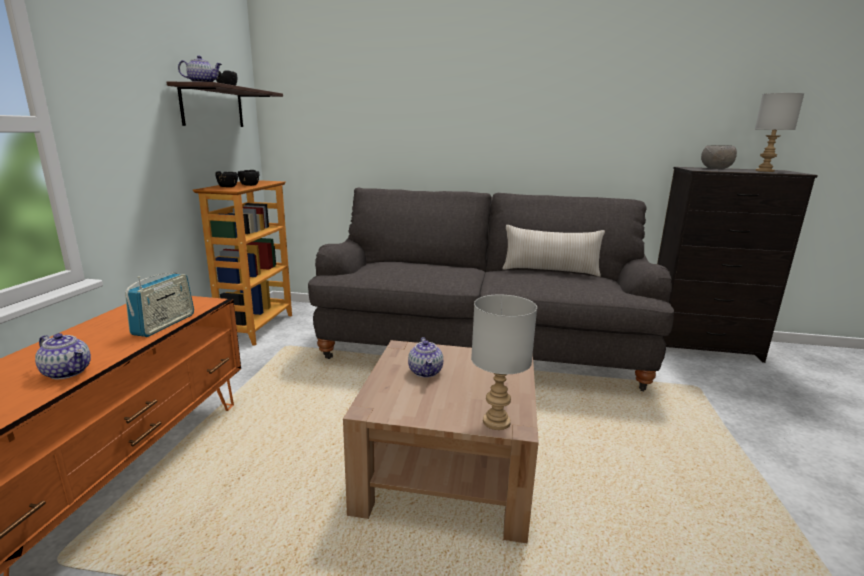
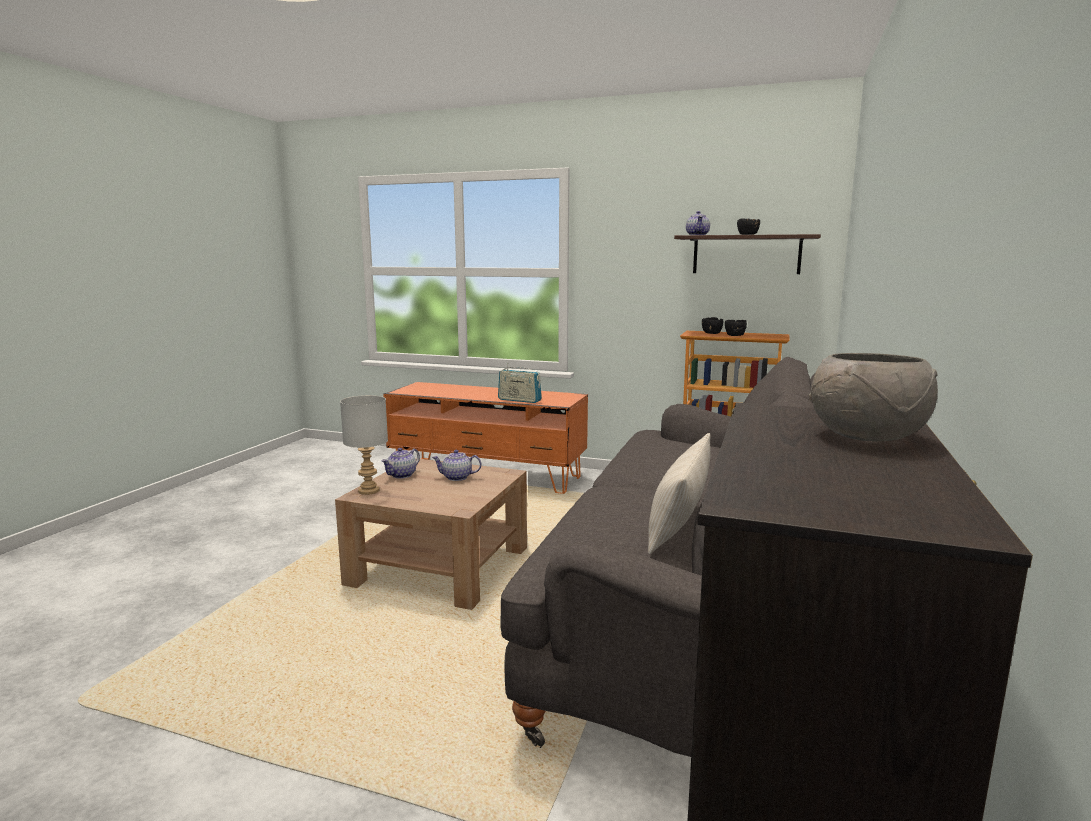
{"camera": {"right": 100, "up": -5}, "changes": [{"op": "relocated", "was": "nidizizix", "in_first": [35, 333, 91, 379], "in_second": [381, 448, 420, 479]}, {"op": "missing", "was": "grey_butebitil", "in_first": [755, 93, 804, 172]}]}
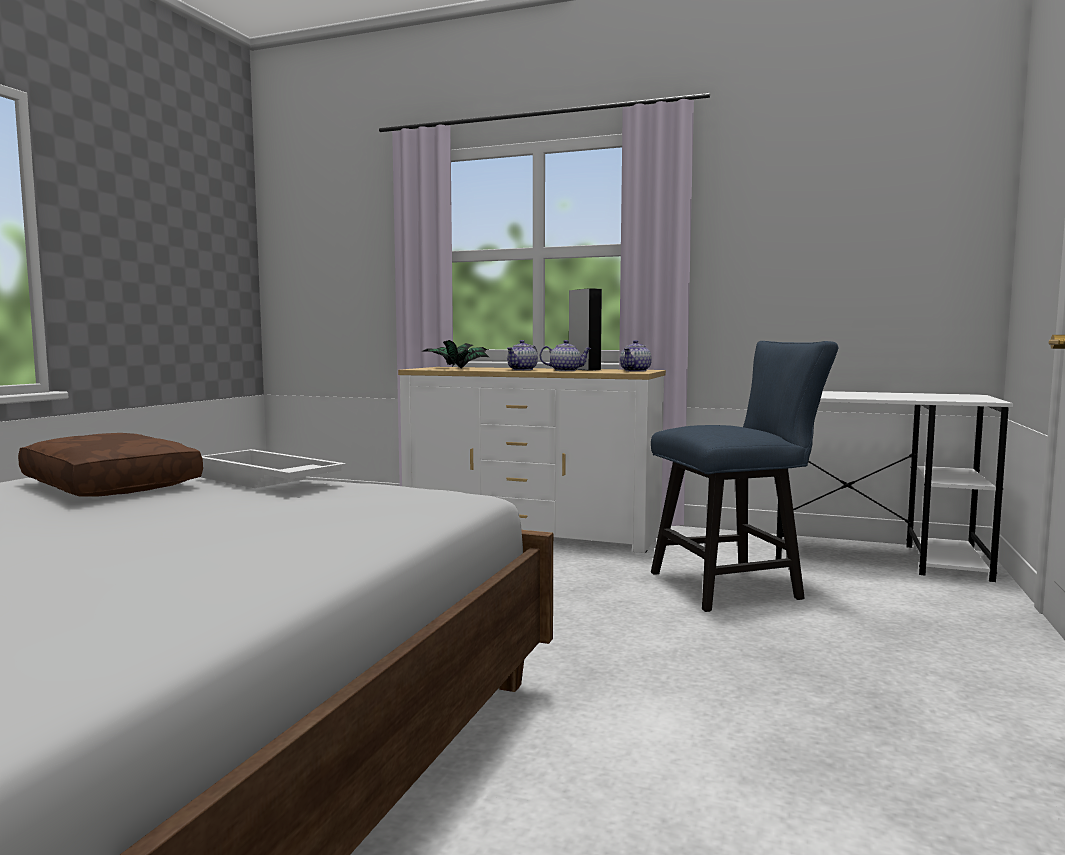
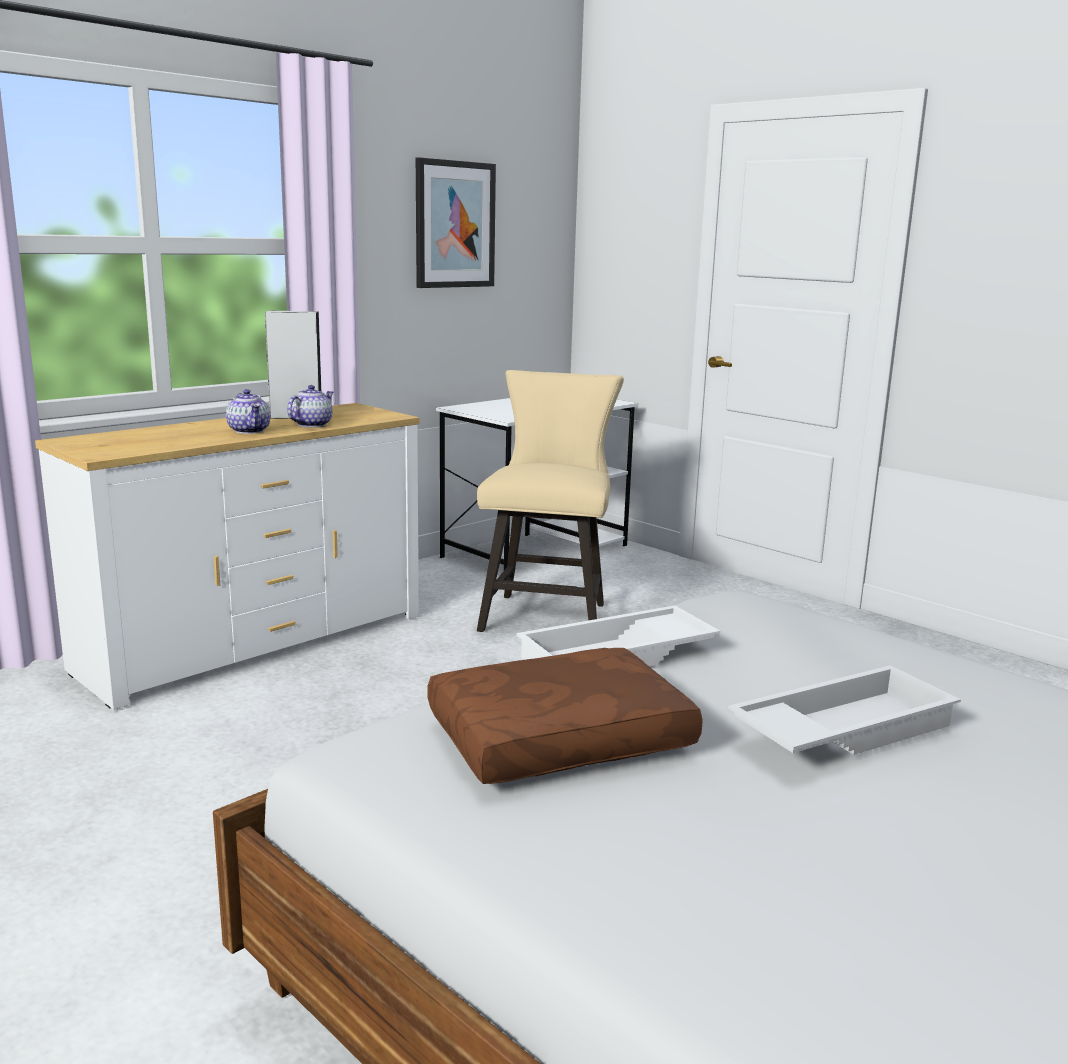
{"camera": {"right": -65, "up": 10}, "changes": [{"op": "missing", "was": "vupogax", "in_first": [422, 340, 489, 369]}, {"op": "missing", "was": "nidizizix", "in_first": [620, 340, 652, 372]}, {"op": "colour", "was": "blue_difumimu", "now": "beige_difumimu", "in_first": [651, 341, 838, 612], "in_second": [477, 370, 624, 632]}, {"op": "appeared", "now": "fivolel", "in_second": [416, 157, 496, 288]}, {"op": "appeared", "now": "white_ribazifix", "in_second": [728, 665, 961, 755]}]}
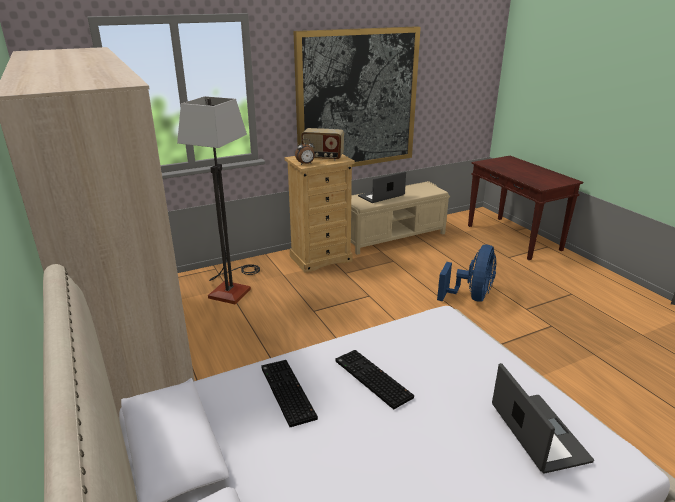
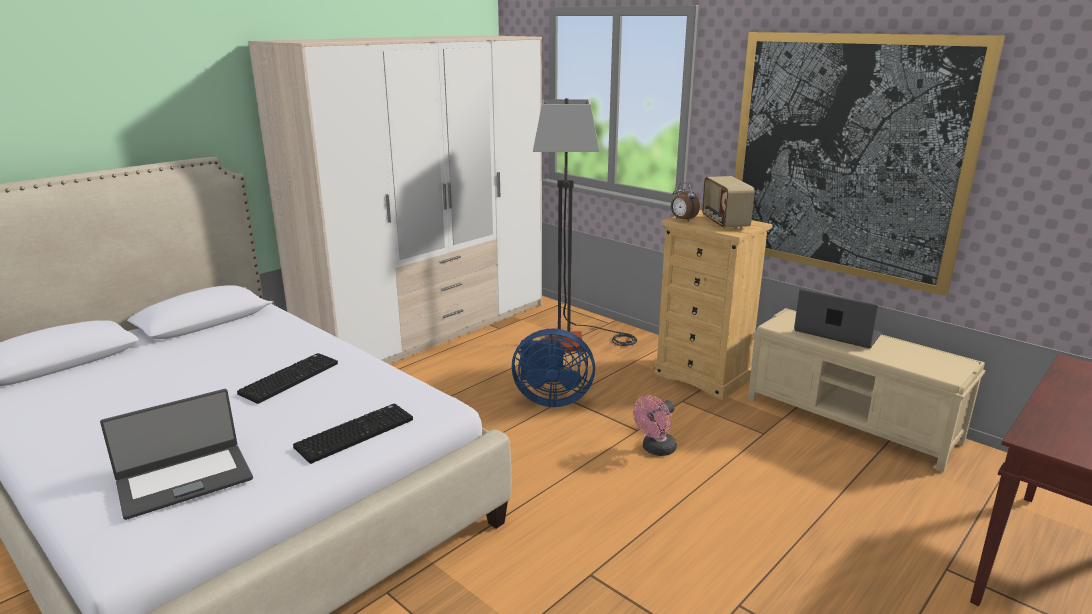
{"camera": {"right": 70, "up": -5}, "changes": [{"op": "relocated", "was": "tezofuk", "in_first": [261, 360, 318, 427], "in_second": [293, 403, 413, 464]}, {"op": "relocated", "was": "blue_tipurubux", "in_first": [437, 244, 496, 302], "in_second": [512, 328, 595, 407]}, {"op": "appeared", "now": "pink_tipurubux", "in_second": [633, 395, 677, 456]}]}
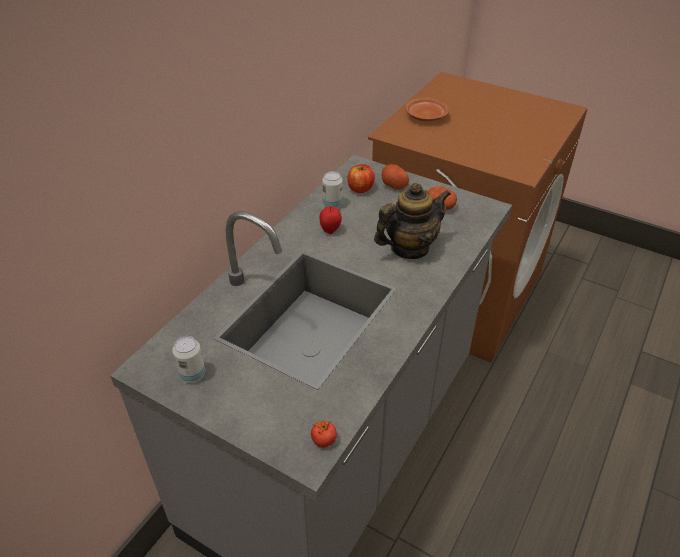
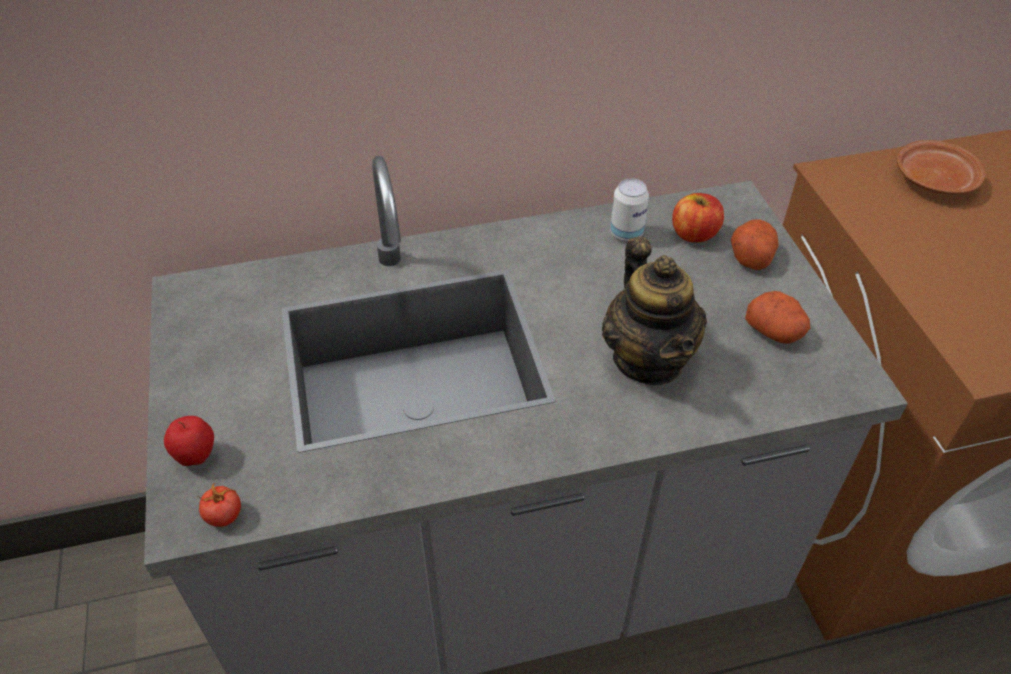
{"camera": {"right": 45, "up": 5}, "changes": [{"op": "missing", "was": "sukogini", "in_first": [172, 336, 205, 382]}, {"op": "relocated", "was": "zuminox", "in_first": [320, 206, 342, 234], "in_second": [164, 416, 214, 466]}, {"op": "spun", "was": "nidizizix", "in_first": [374, 183, 451, 259], "in_second": [602, 237, 707, 385], "clockwise": 60}]}
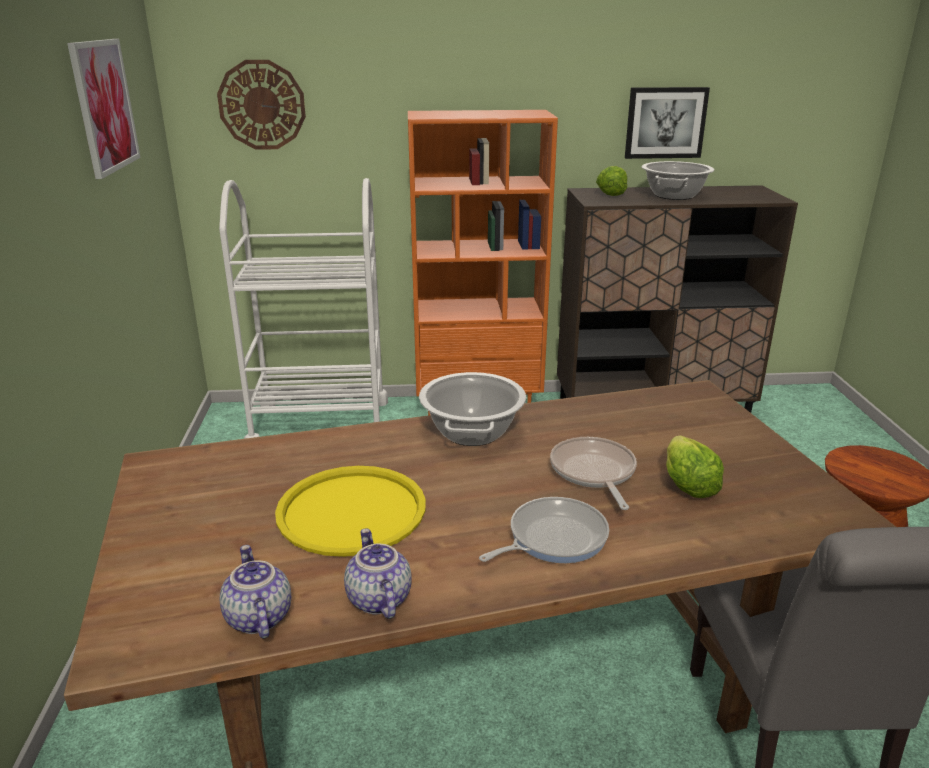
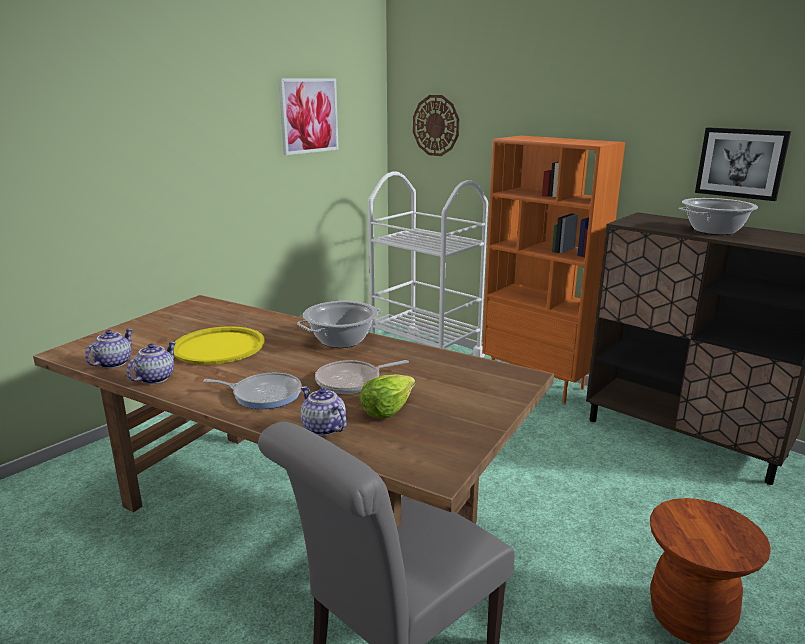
{"camera": {"right": 45, "up": -5}, "changes": [{"op": "spun", "was": "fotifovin", "in_first": [550, 437, 637, 510], "in_second": [315, 360, 409, 394], "clockwise": -150}, {"op": "missing", "was": "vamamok", "in_first": [596, 166, 627, 196]}, {"op": "appeared", "now": "nidizizix", "in_second": [301, 386, 347, 436]}]}
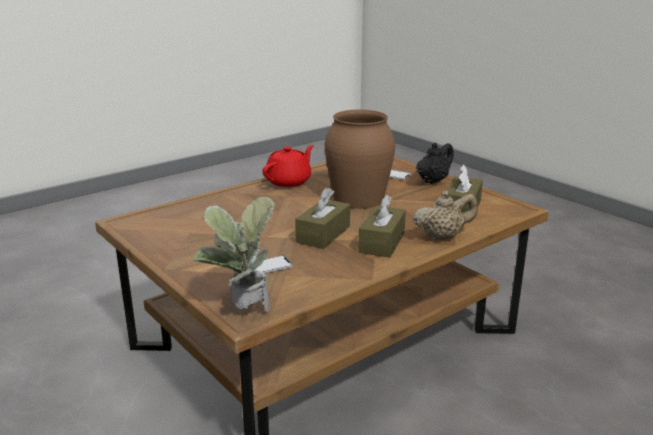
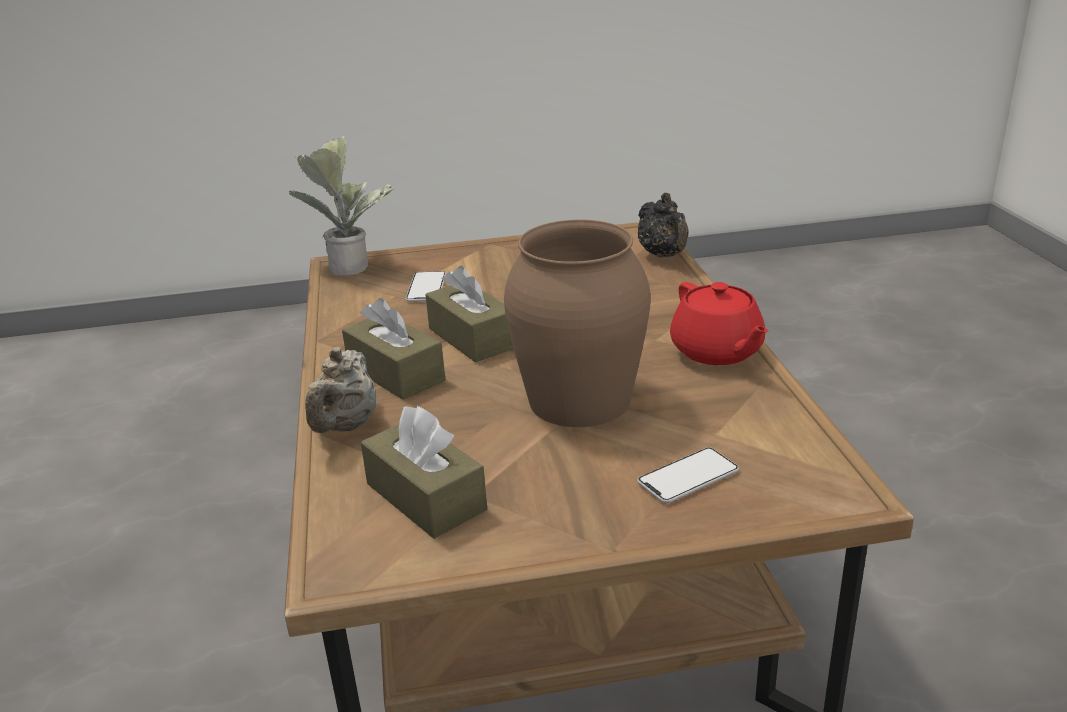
{"camera": {"right": 120, "up": 5}, "changes": [{"op": "relocated", "was": "black_nidizizix", "in_first": [416, 143, 454, 184], "in_second": [638, 193, 689, 257]}]}
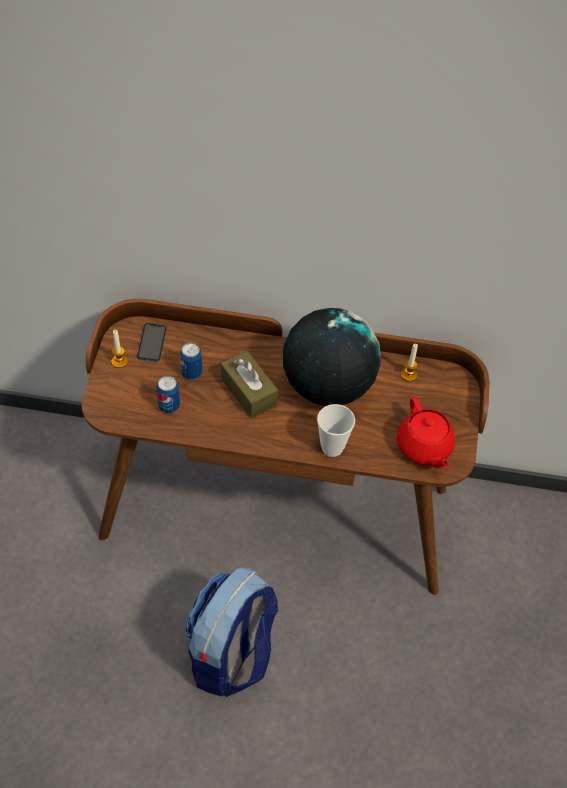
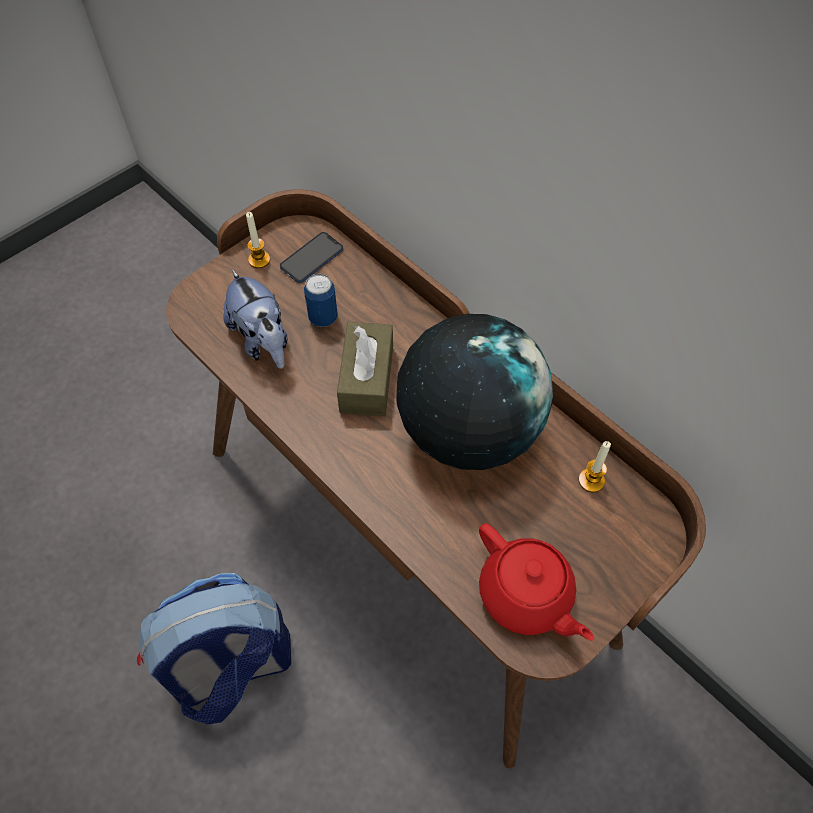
{"camera": {"right": 40, "up": 5}, "changes": [{"op": "exchanged", "was": "sukogini", "now": "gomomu", "in_first": [156, 376, 180, 413], "in_second": [223, 269, 288, 369]}, {"op": "missing", "was": "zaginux", "in_first": [317, 404, 355, 457]}, {"op": "spun", "was": "red_nidizizix", "in_first": [397, 396, 455, 468], "in_second": [479, 523, 594, 641], "clockwise": -60}]}
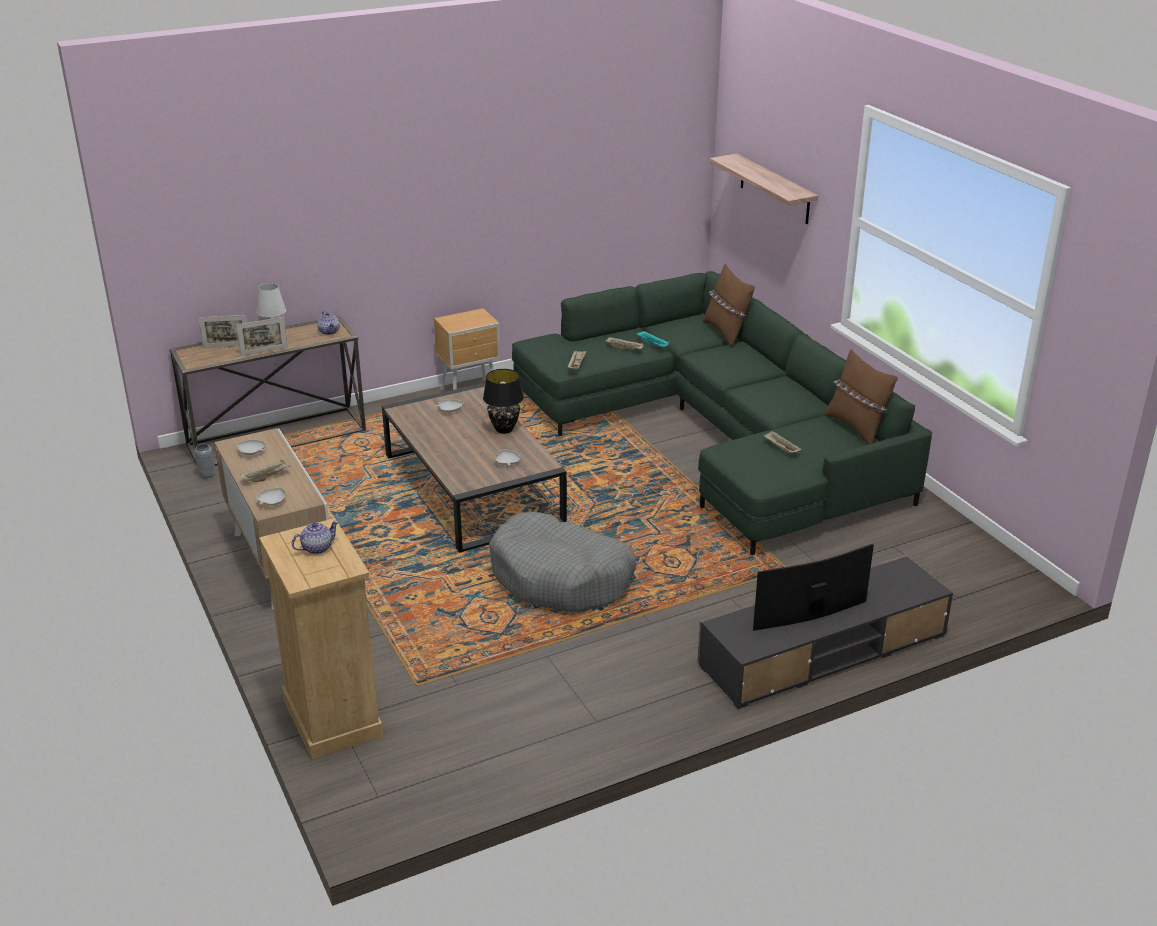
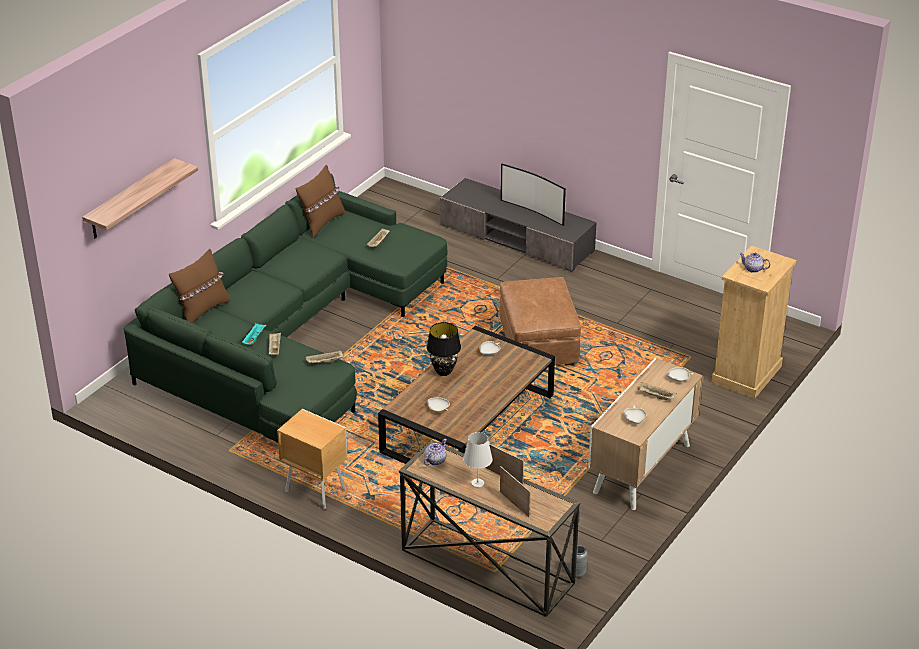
{"camera": {"right": -120, "up": 5}, "changes": [{"op": "exchanged", "was": "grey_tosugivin", "now": "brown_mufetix", "in_first": [489, 512, 636, 612], "in_second": [500, 277, 581, 365]}]}
